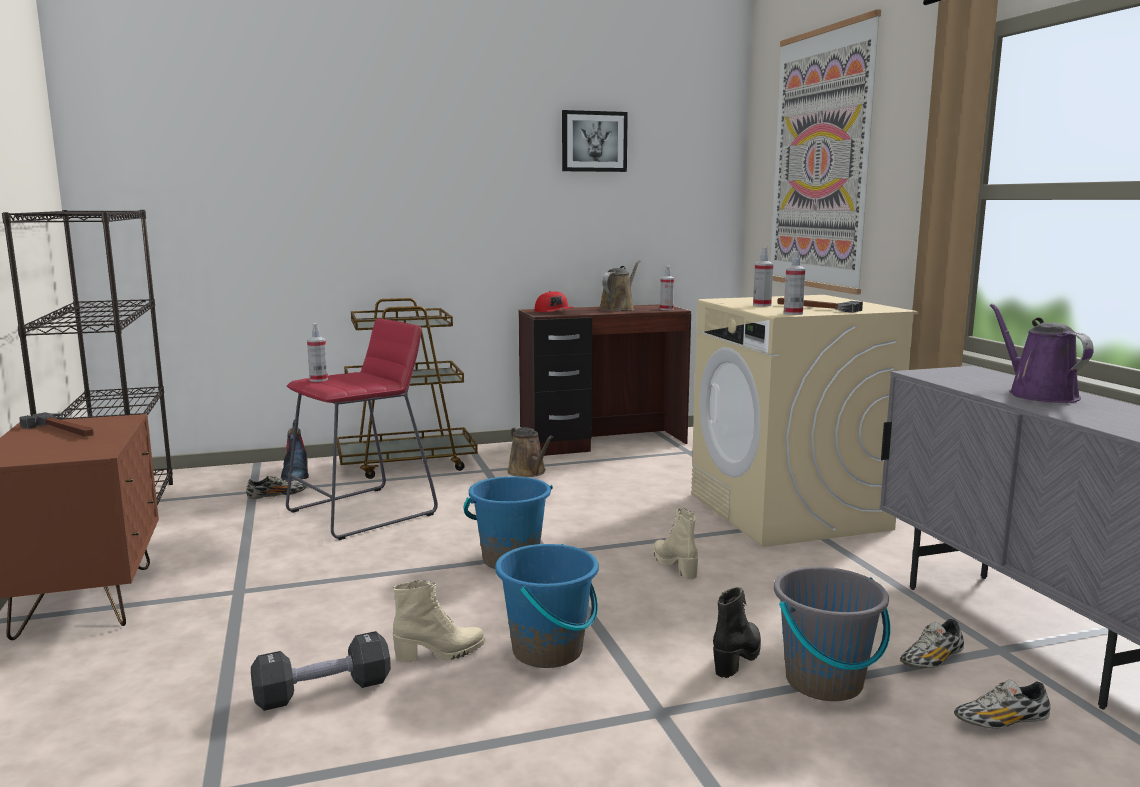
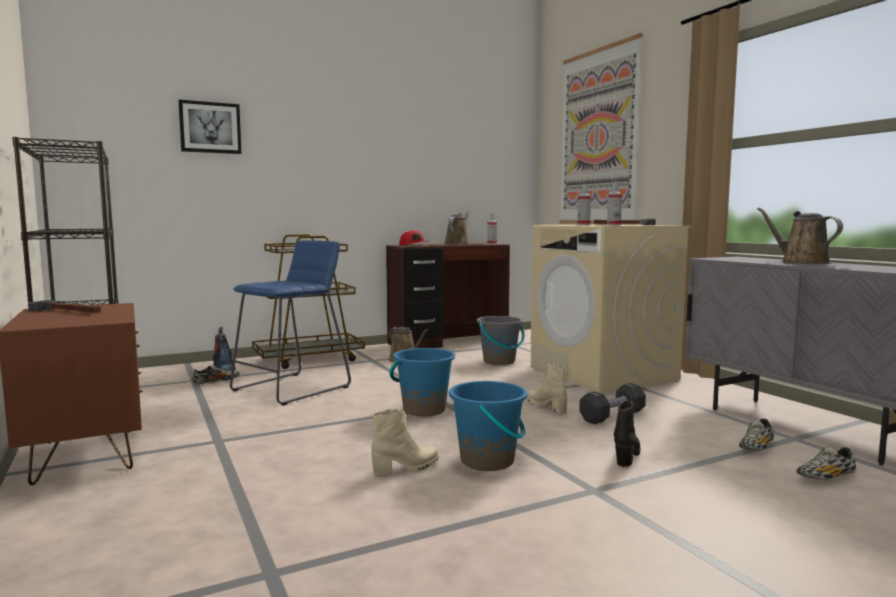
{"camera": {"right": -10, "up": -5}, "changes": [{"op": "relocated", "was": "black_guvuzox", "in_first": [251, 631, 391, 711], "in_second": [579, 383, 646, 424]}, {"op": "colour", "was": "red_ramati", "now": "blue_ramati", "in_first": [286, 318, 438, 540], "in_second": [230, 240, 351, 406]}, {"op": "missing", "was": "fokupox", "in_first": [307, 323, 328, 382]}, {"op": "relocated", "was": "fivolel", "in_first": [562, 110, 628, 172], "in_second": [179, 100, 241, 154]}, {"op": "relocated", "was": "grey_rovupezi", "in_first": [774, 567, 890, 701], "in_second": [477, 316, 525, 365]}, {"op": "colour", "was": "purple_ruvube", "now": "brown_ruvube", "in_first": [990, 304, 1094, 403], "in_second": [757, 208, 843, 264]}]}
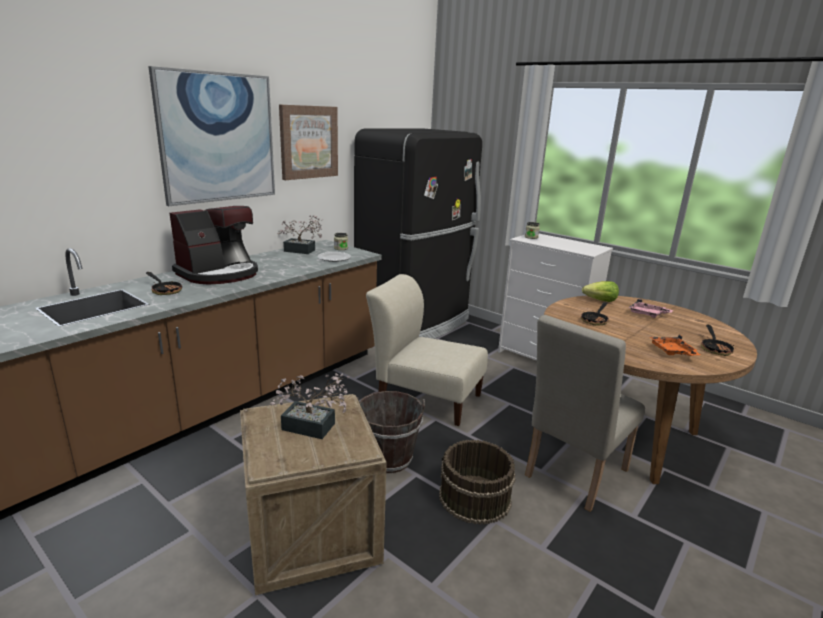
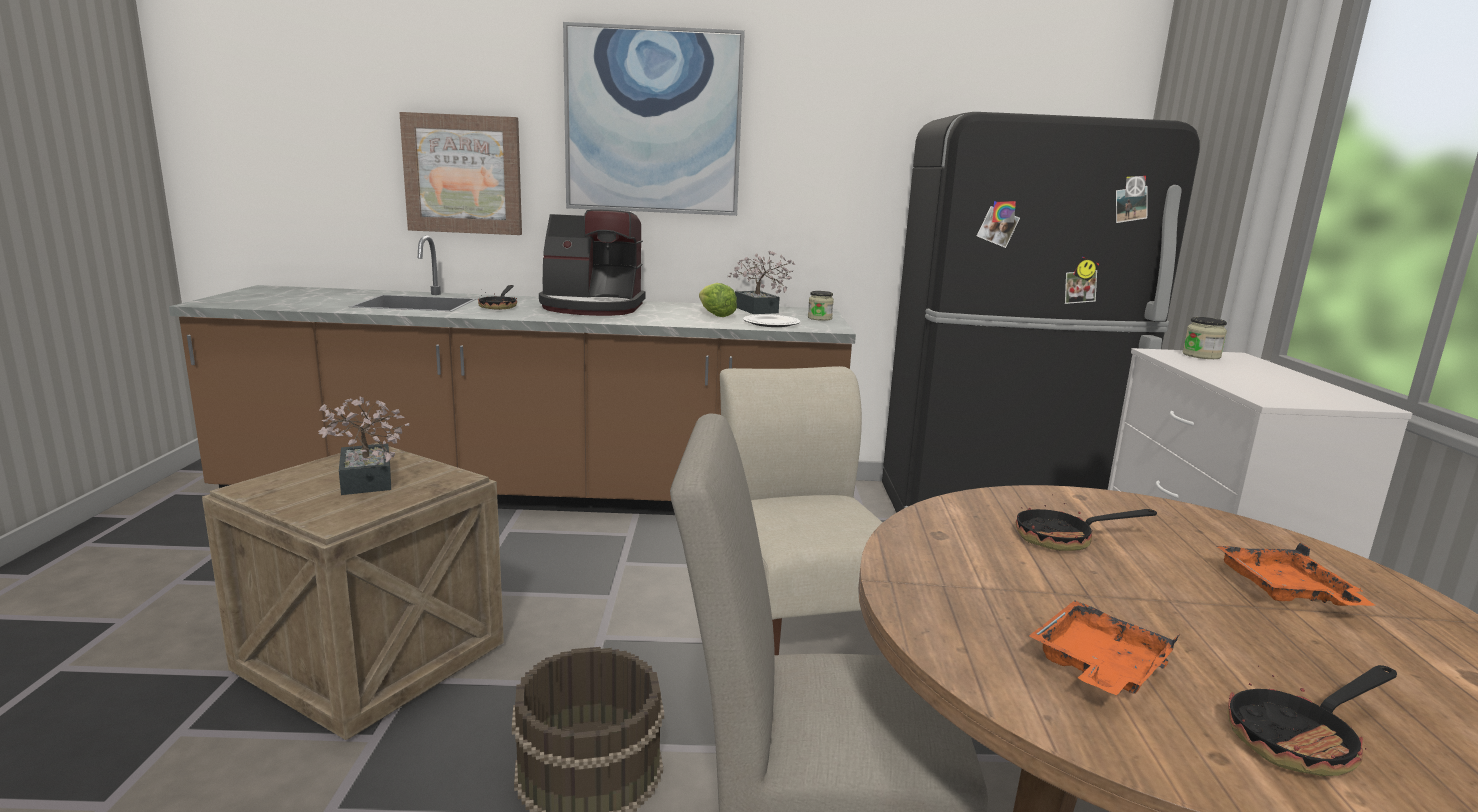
{"camera": {"right": 50, "up": -5}, "changes": [{"op": "relocated", "was": "fivolel", "in_first": [279, 105, 338, 180], "in_second": [399, 112, 522, 235]}, {"op": "missing", "was": "brown_rovupezi", "in_first": [357, 391, 425, 473]}, {"op": "relocated", "was": "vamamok", "in_first": [582, 281, 619, 302], "in_second": [699, 283, 737, 317]}, {"op": "colour", "was": "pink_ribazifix", "now": "orange_ribazifix", "in_first": [629, 299, 673, 318], "in_second": [1217, 542, 1375, 606]}]}
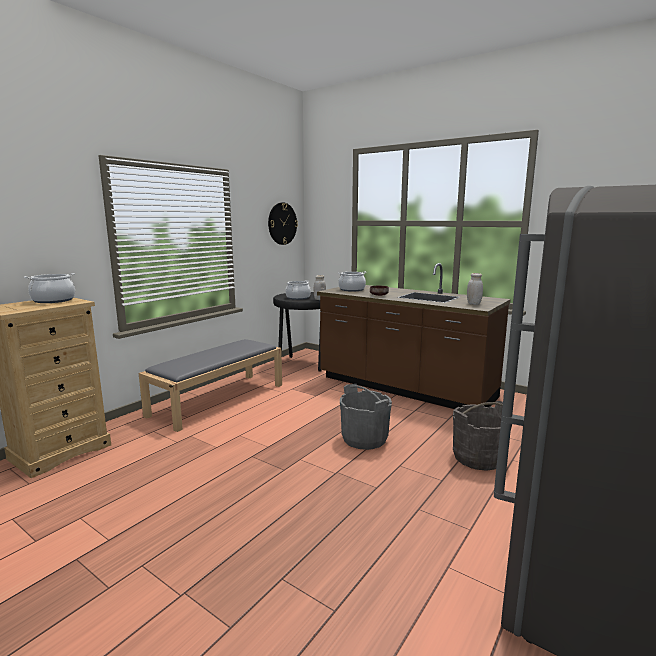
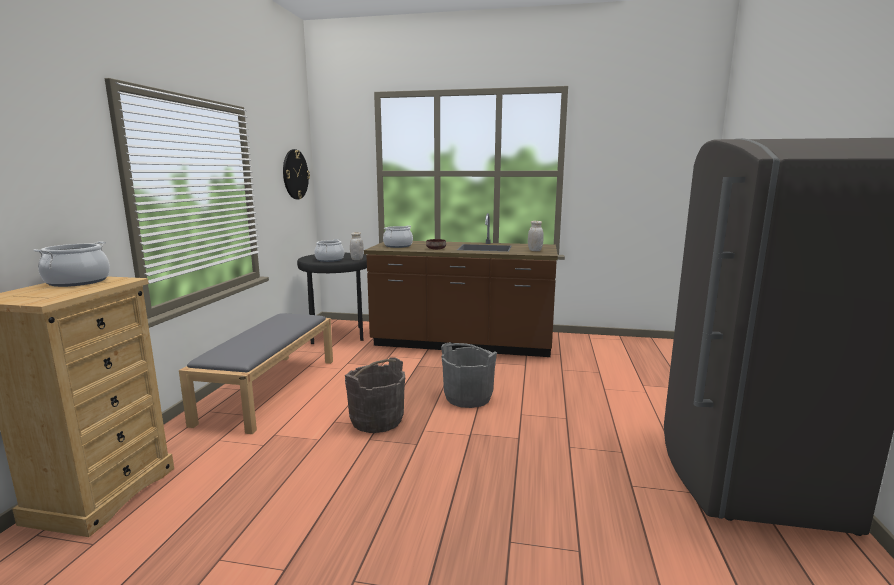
{"camera": {"right": -25, "up": 0}, "changes": [{"op": "relocated", "was": "grey_rovupezi", "in_first": [453, 401, 512, 471], "in_second": [345, 357, 405, 433]}]}
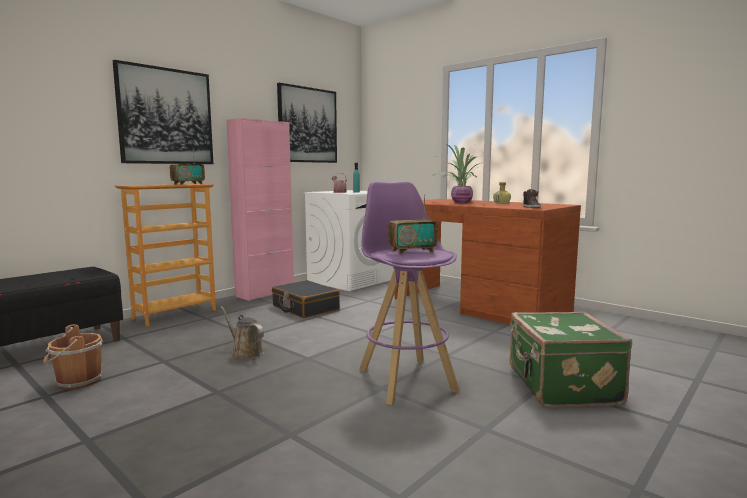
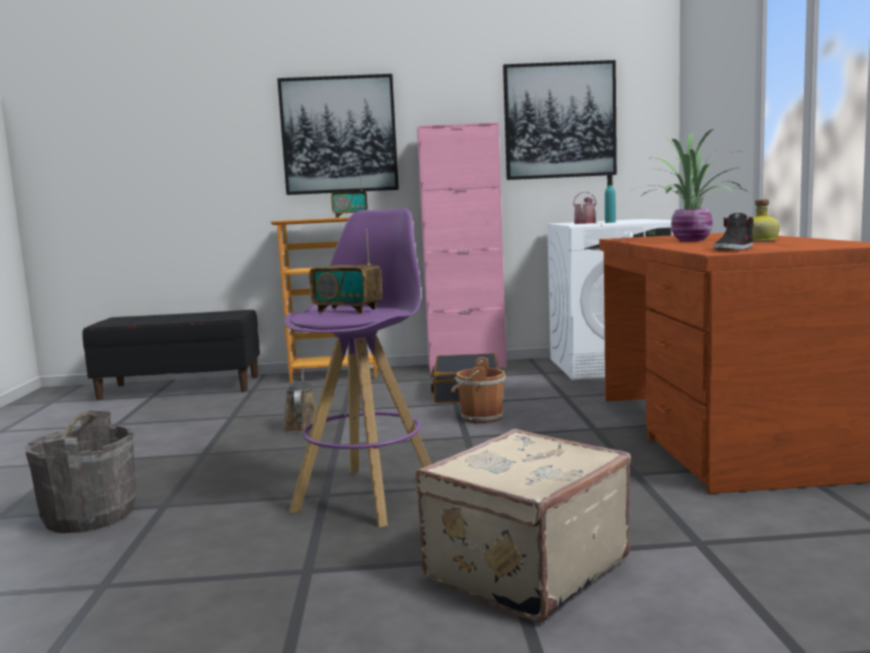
{"camera": {"right": 45, "up": 0}, "changes": [{"op": "relocated", "was": "brown_rovupezi", "in_first": [43, 324, 102, 390], "in_second": [451, 357, 506, 423]}, {"op": "colour", "was": "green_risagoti", "now": "beige_risagoti", "in_first": [510, 312, 632, 407], "in_second": [415, 429, 631, 622]}, {"op": "appeared", "now": "grey_rovupezi", "in_second": [25, 411, 136, 533]}]}
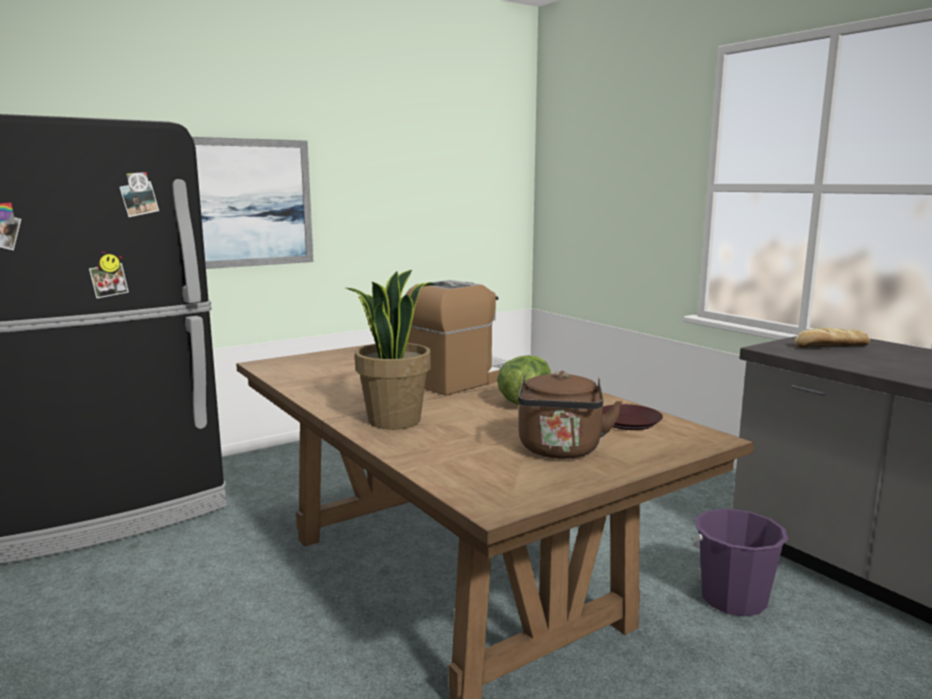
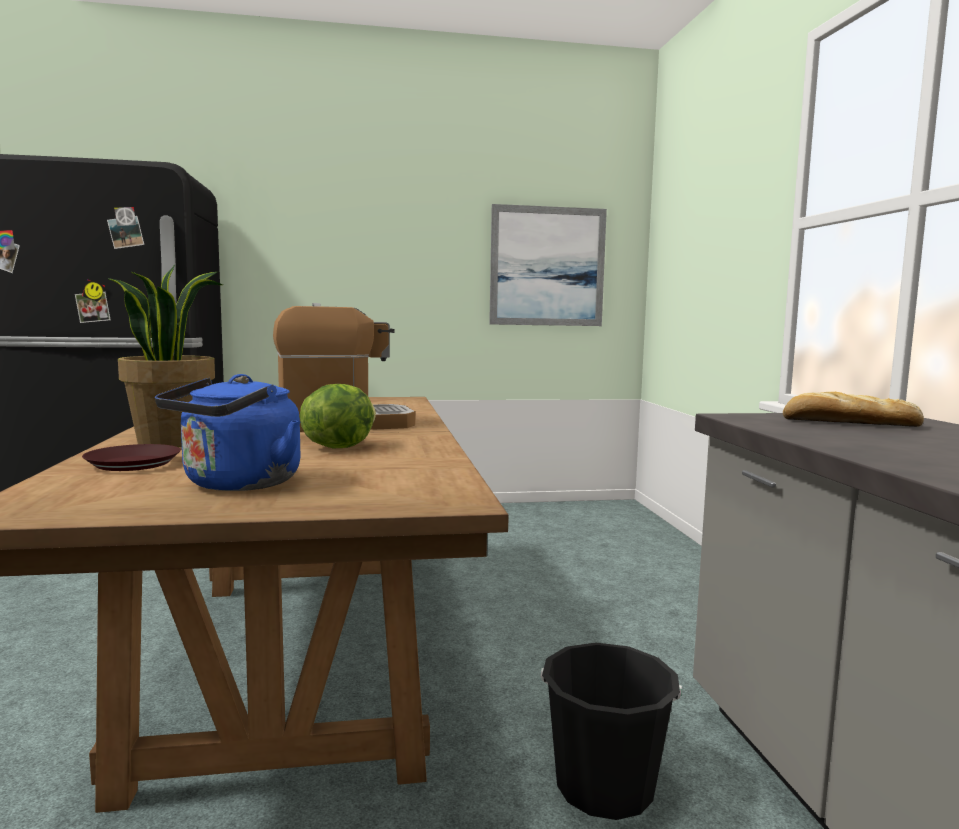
{"camera": {"right": 25, "up": -5}, "changes": [{"op": "relocated", "was": "fivolel", "in_first": [192, 137, 313, 269], "in_second": [489, 204, 607, 326]}, {"op": "colour", "was": "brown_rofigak", "now": "blue_rofigak", "in_first": [518, 371, 622, 459], "in_second": [155, 374, 301, 491]}, {"op": "relocated", "was": "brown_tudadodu", "in_first": [603, 404, 663, 430], "in_second": [82, 444, 181, 471]}, {"op": "colour", "was": "purple_rovupezi", "now": "black_rovupezi", "in_first": [692, 508, 788, 617], "in_second": [541, 643, 682, 820]}]}
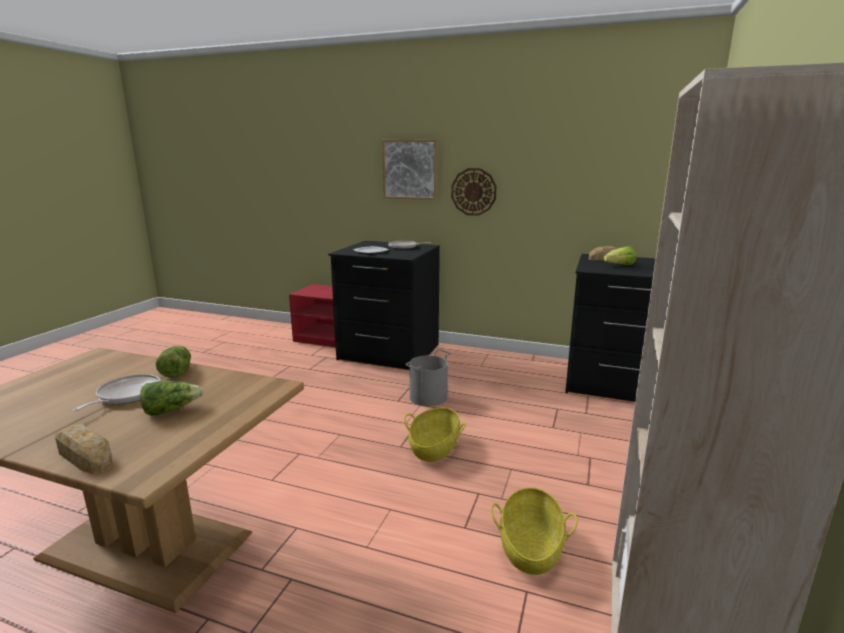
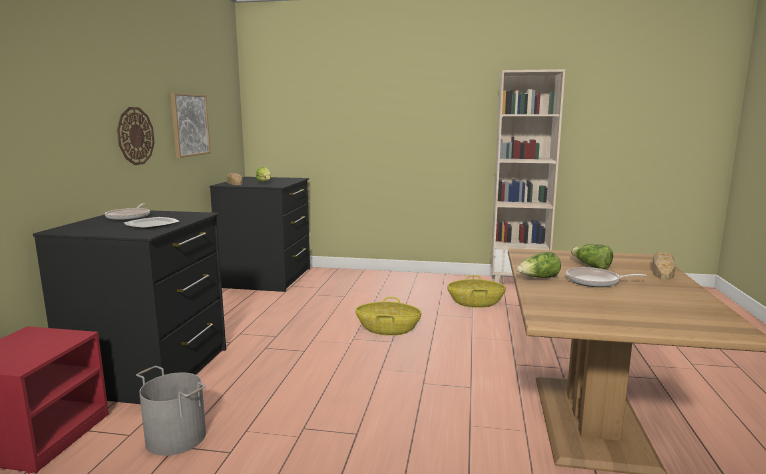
{"camera": {"right": -100, "up": -5}, "changes": [{"op": "relocated", "was": "fivolel", "in_first": [382, 139, 437, 200], "in_second": [170, 93, 211, 158]}, {"op": "relocated", "was": "grey_rovupezi", "in_first": [405, 349, 451, 406], "in_second": [136, 366, 206, 456]}]}
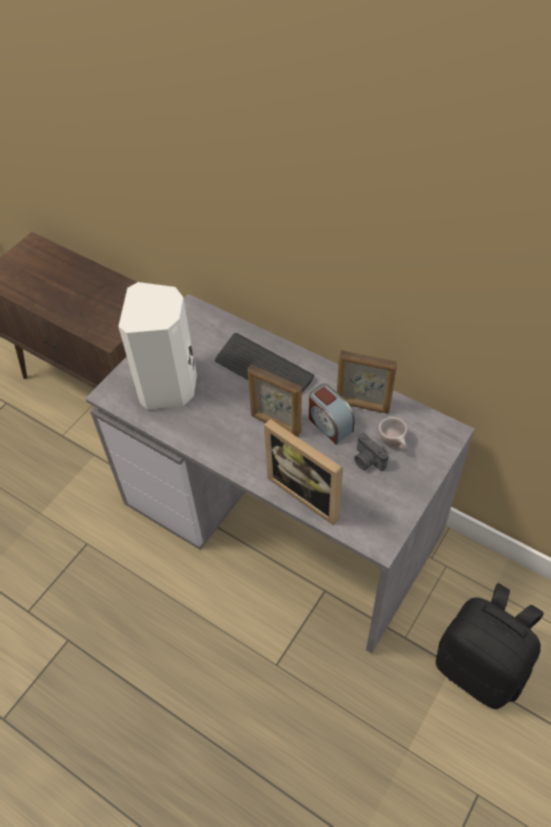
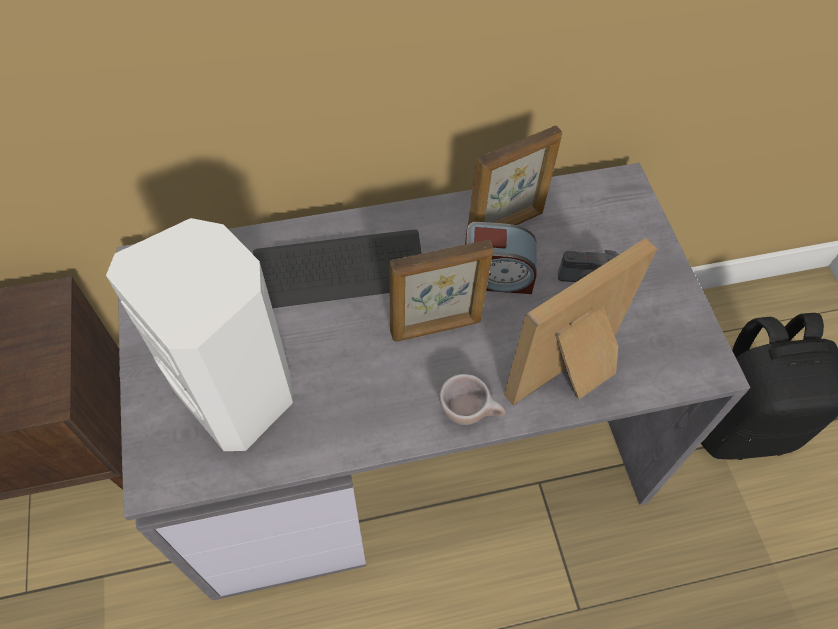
{"camera": {"right": -50, "up": 5}, "changes": [{"op": "spun", "was": "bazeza", "in_first": [264, 419, 343, 526], "in_second": [504, 238, 657, 405], "clockwise": 150}, {"op": "relocated", "was": "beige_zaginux", "in_first": [378, 417, 408, 451], "in_second": [439, 374, 506, 425]}]}
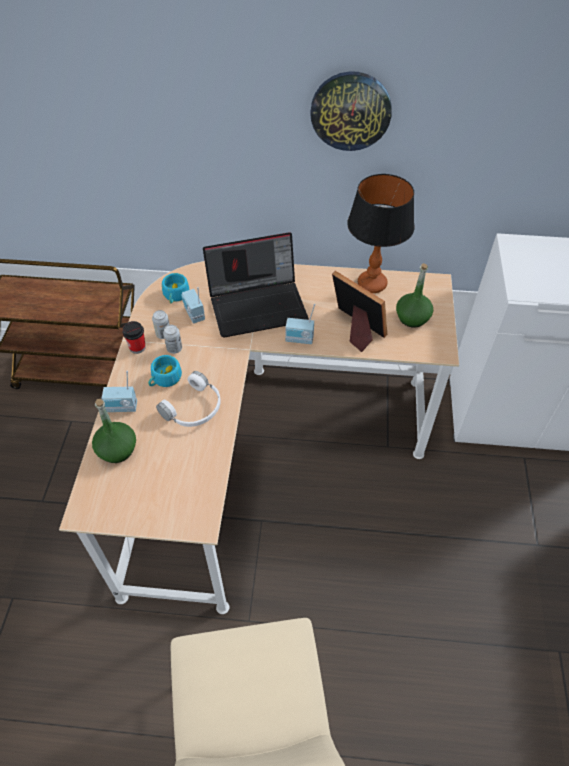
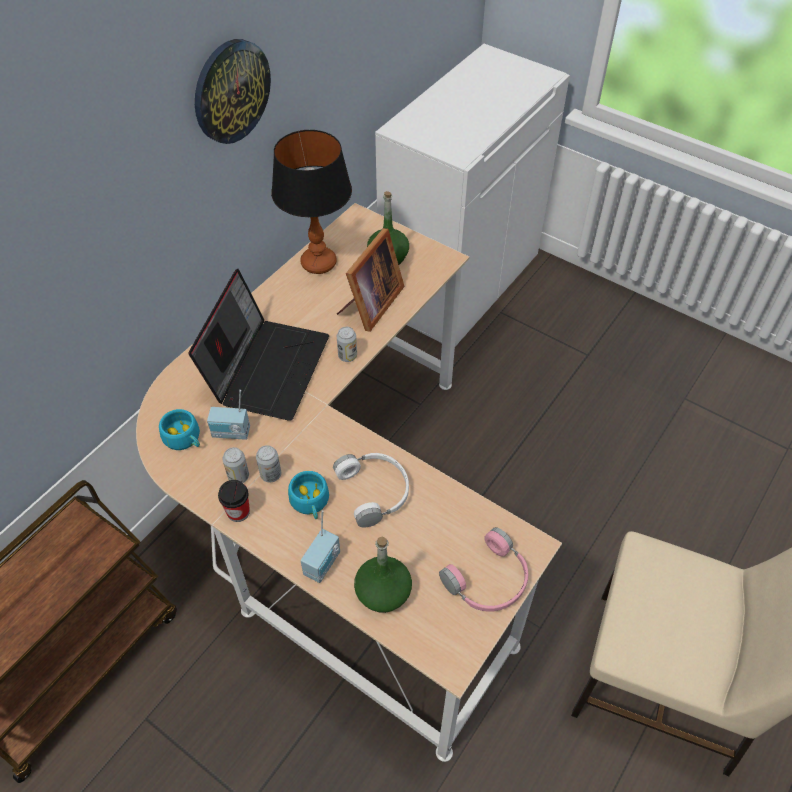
{"camera": {"right": -60, "up": 0}, "changes": [{"op": "exchanged", "was": "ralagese", "now": "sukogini", "in_first": [286, 304, 315, 344], "in_second": [337, 327, 357, 362]}, {"op": "spun", "was": "bazeza", "in_first": [332, 271, 387, 352], "in_second": [337, 228, 404, 332], "clockwise": 135}, {"op": "appeared", "now": "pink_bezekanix", "in_second": [439, 527, 528, 612]}]}
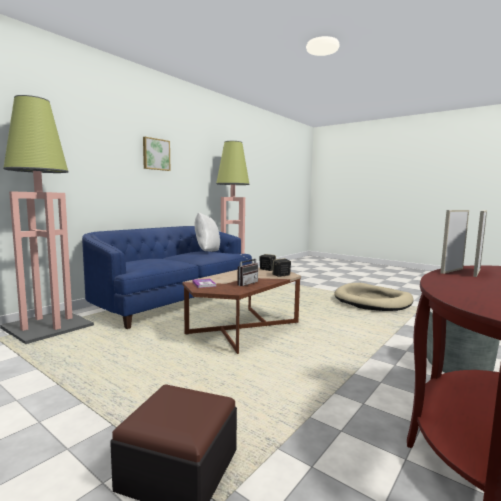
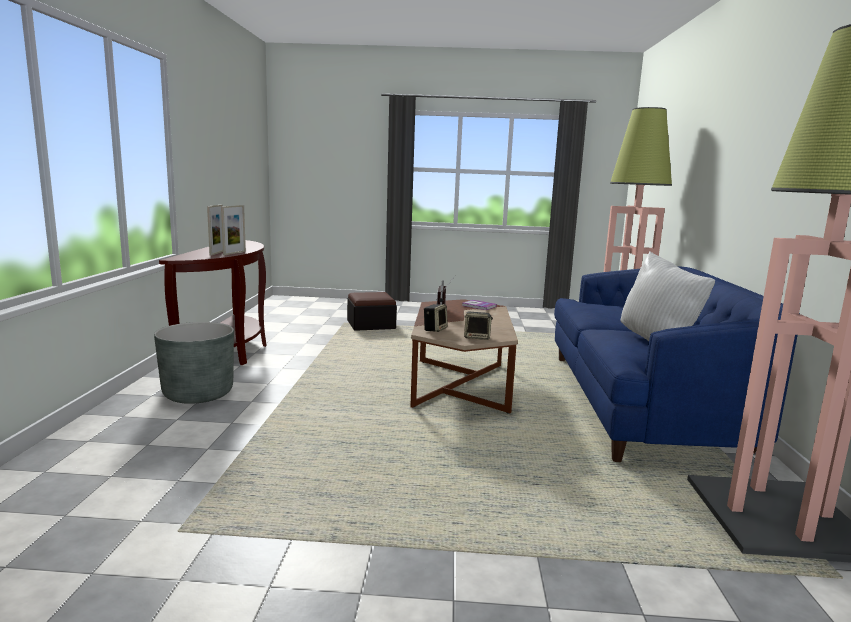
{"camera": {"right": 145, "up": 5}, "changes": [{"op": "missing", "was": "fivolel", "in_first": [143, 137, 170, 171]}, {"op": "missing", "was": "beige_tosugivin", "in_first": [334, 283, 413, 311]}]}
